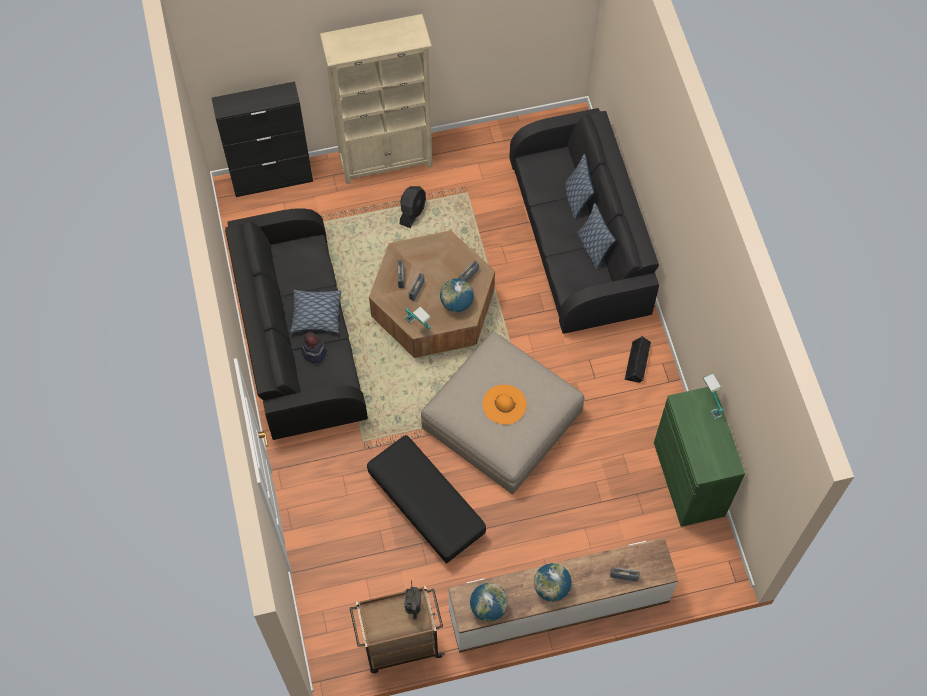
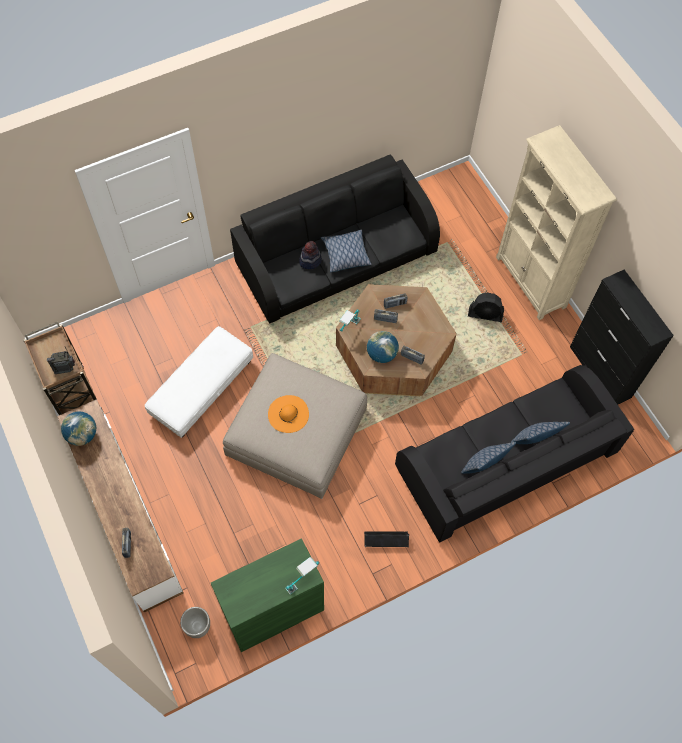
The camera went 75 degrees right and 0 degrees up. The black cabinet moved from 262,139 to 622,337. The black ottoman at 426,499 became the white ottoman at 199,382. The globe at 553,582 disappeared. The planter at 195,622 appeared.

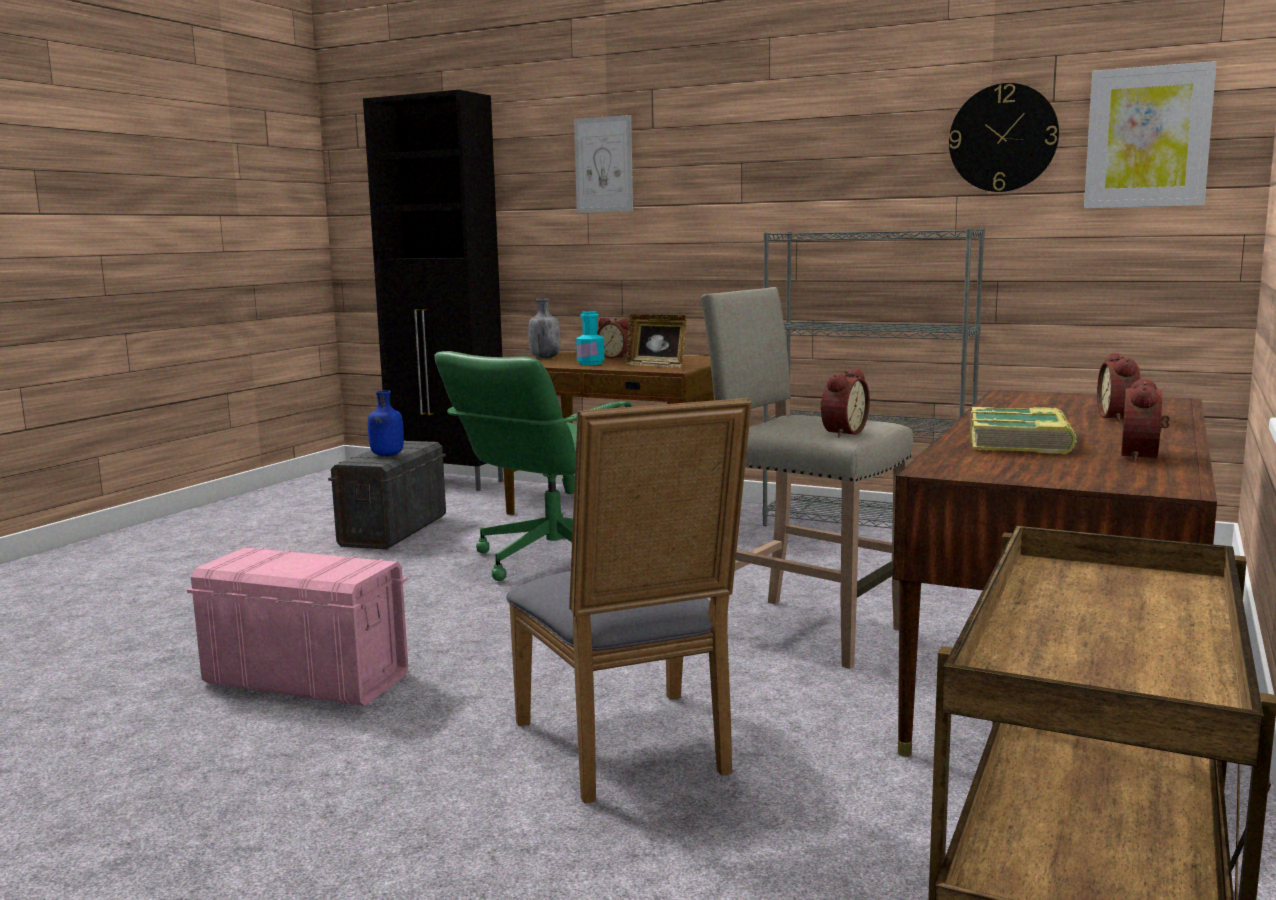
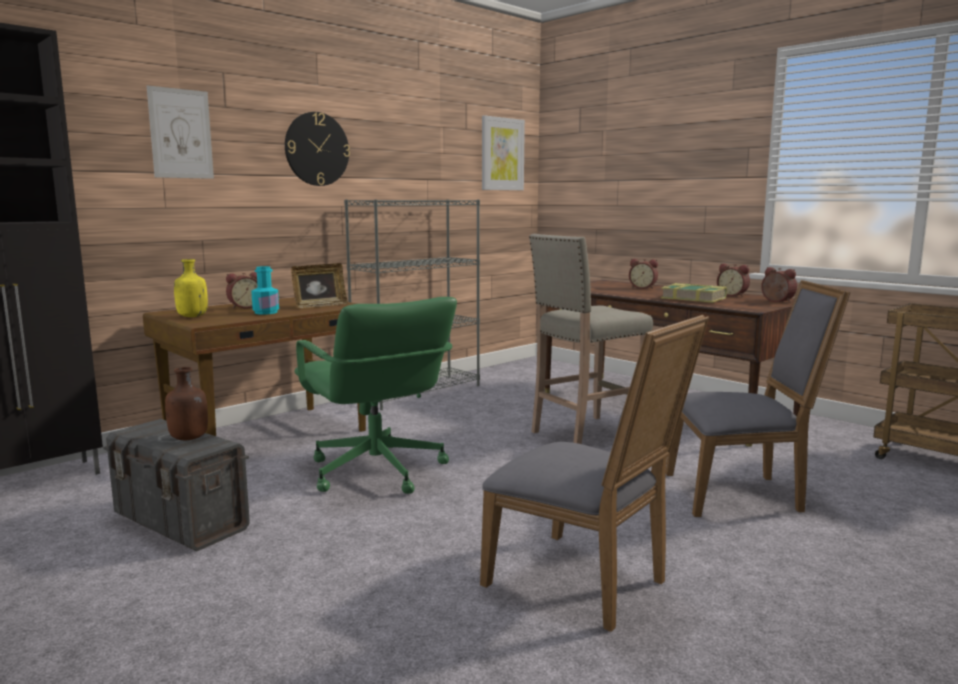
The camera went 70 degrees left and 0 degrees up. The pink storage box at 297,627 was replaced by the grey chair at 594,473. The blue bottle at 386,423 became the brown bottle at 186,403. The grey bottle at 544,328 became the yellow bottle at 191,288. The alarm clock moved from 845,402 to 779,285. The wall clock moved from 1004,137 to 317,149.

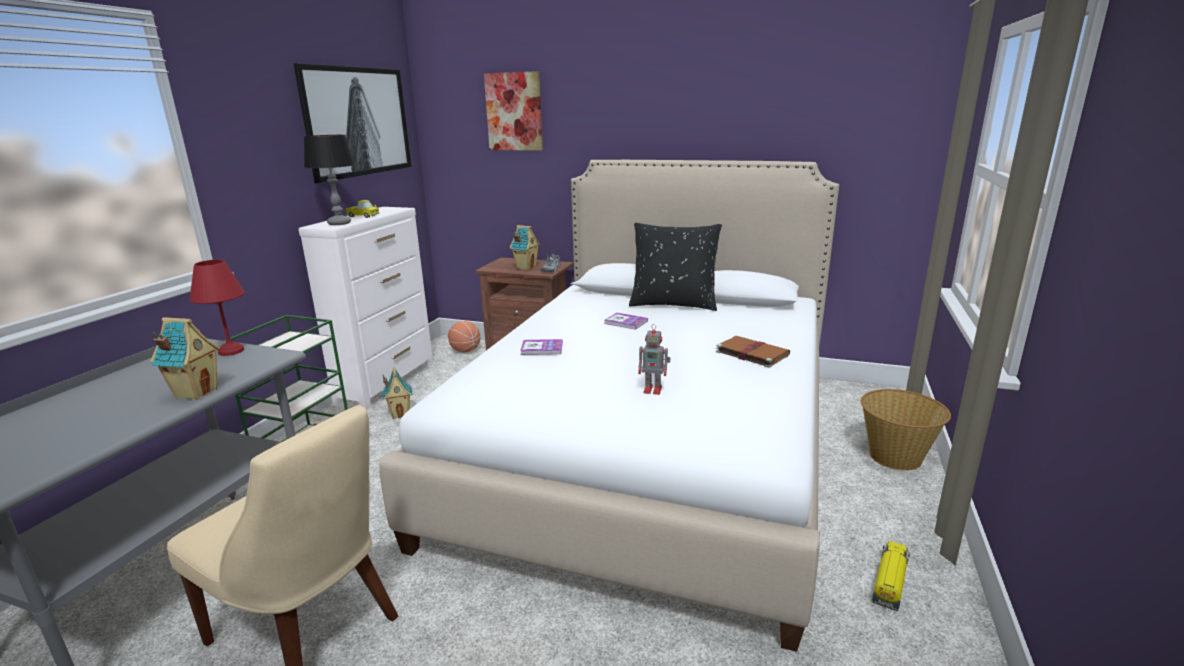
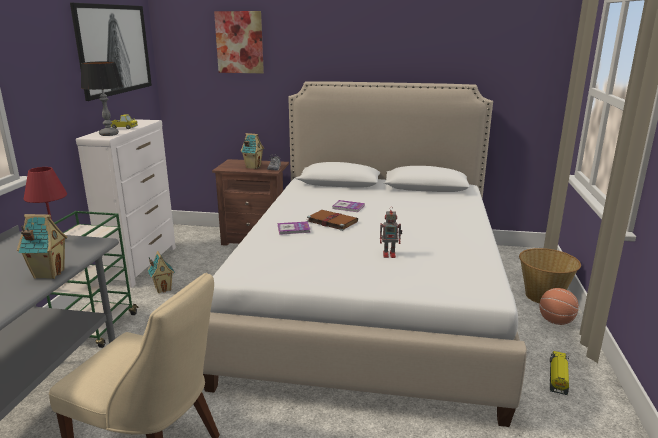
The camera went 10 degrees left and 0 degrees up. The basketball moved from 464,337 to 559,306. The black pillow at 675,267 disappeared. The brown book moved from 752,352 to 332,220.

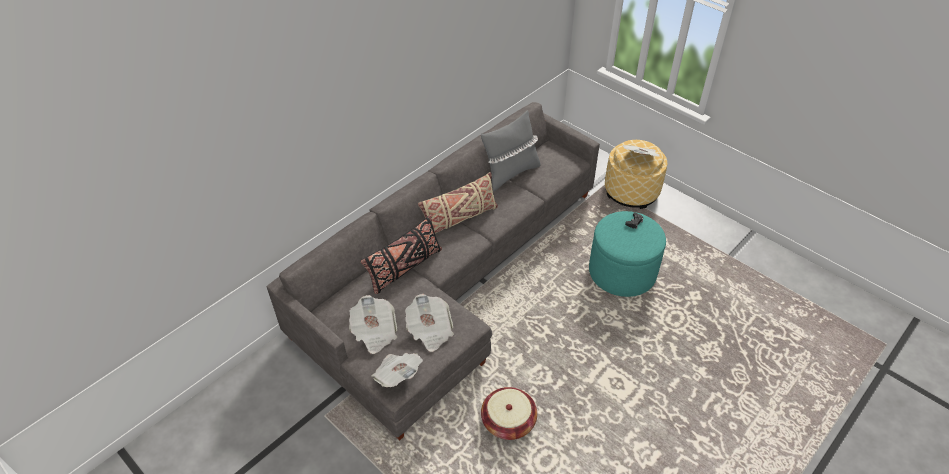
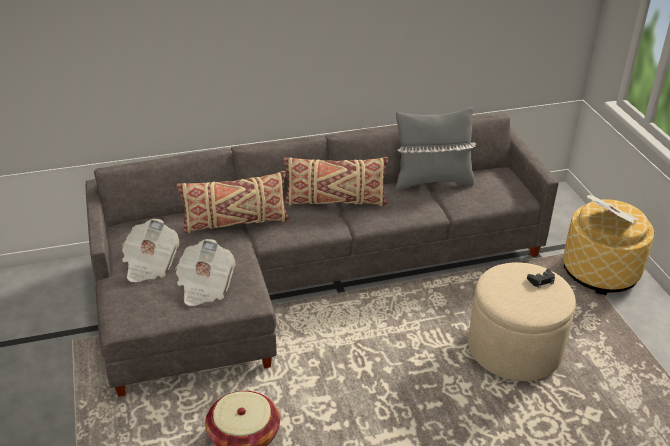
The camera went 30 degrees right and 10 degrees down. The black pillow at 401,254 became the beige pillow at 233,202. The newspaper at 397,370 disappeared. The turquoise ottoman at 627,254 became the beige ottoman at 522,321.

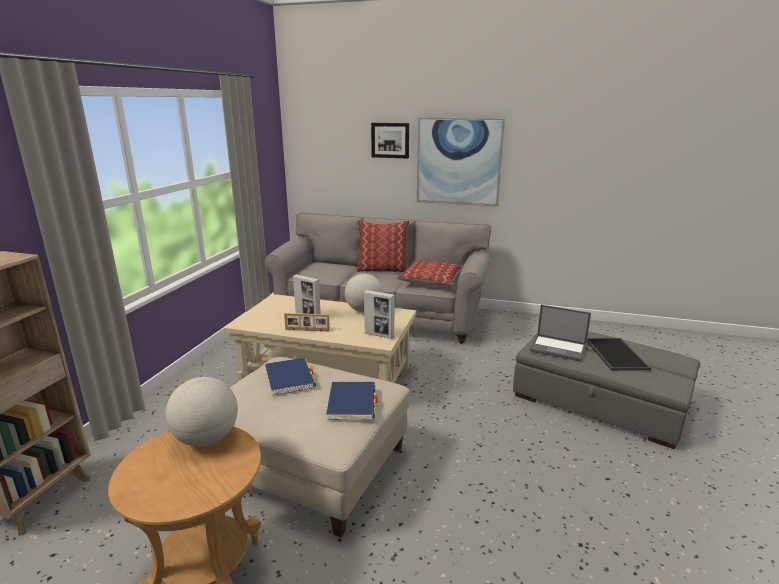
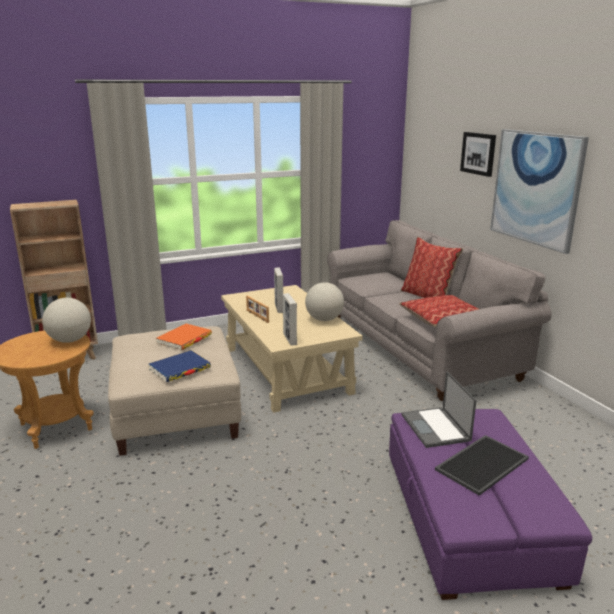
The camera went 50 degrees right and 0 degrees up. The blue book at 290,377 became the orange book at 184,337. The grey ottoman at 606,390 became the purple ottoman at 490,504.

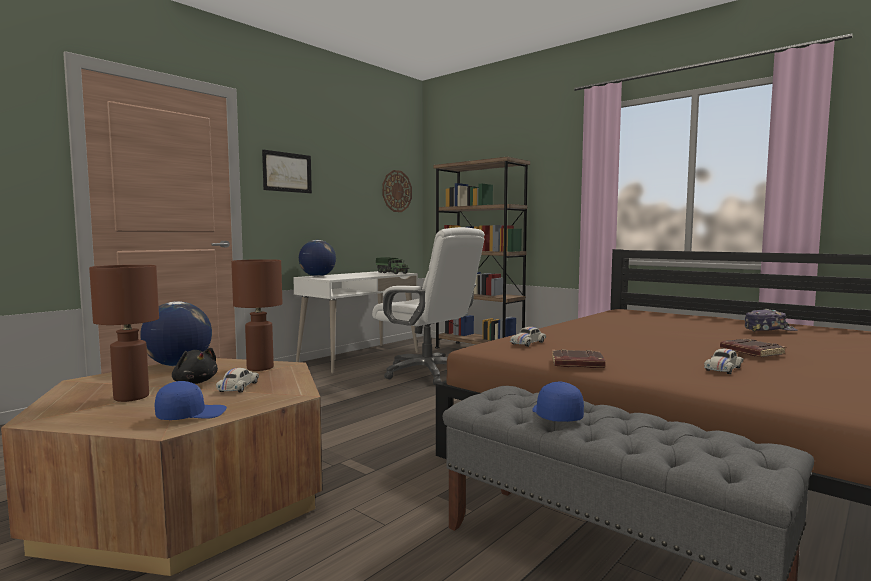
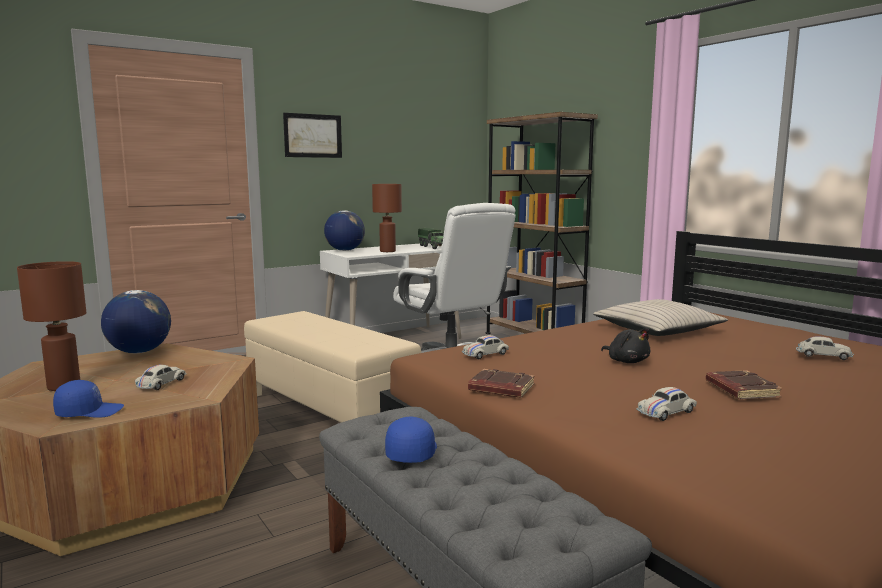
The camera went 15 degrees right and 5 degrees up. The black plush toy moved from 195,366 to 626,345. The brown table lamp moved from 256,315 to 387,218. The wall clock at 397,191 disappeared. The cap at 771,320 was replaced by the white toy car at 825,348. The beige ottoman at 332,367 appeared. The beige pillow at 660,317 appeared.

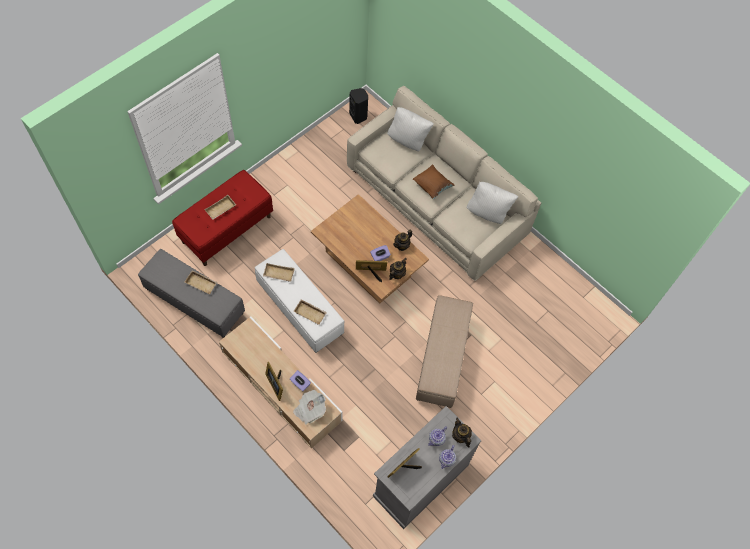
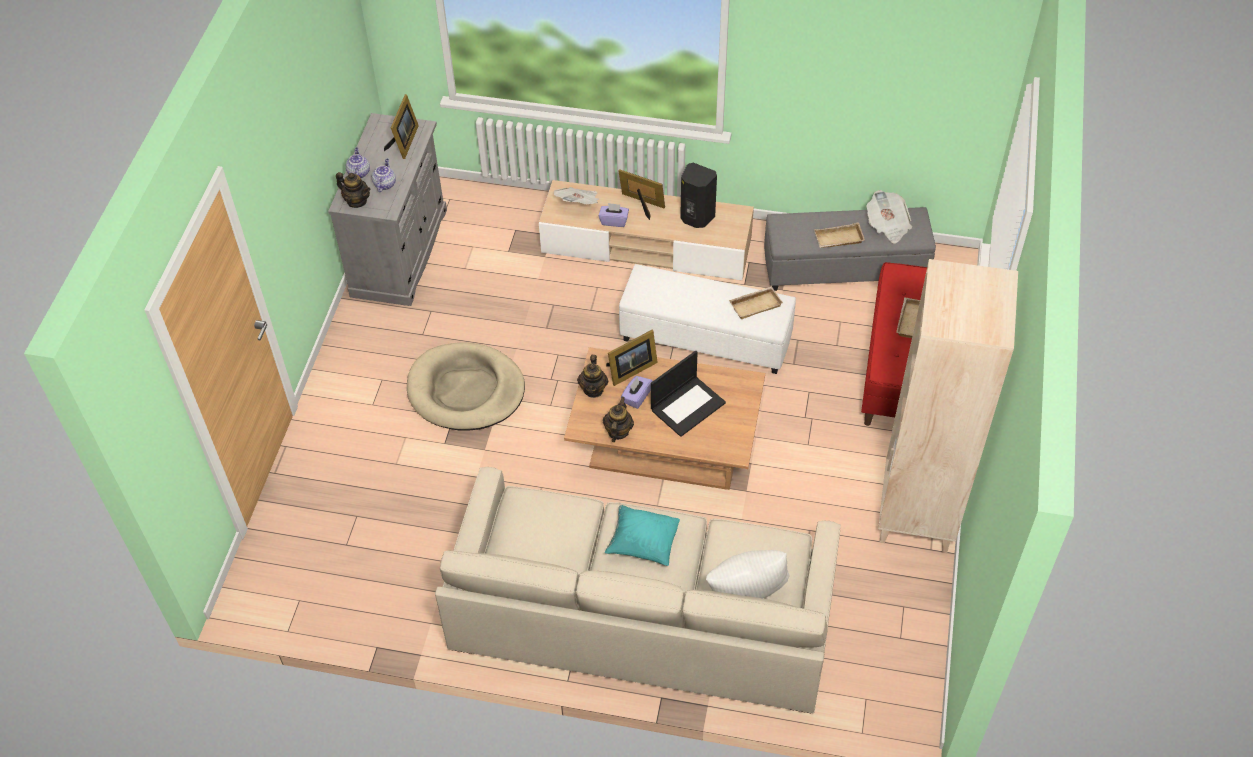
The camera went 150 degrees right and 10 degrees down. The beige tray at 310,312 disappeared. The black speaker moved from 358,106 to 698,195. The brown pillow at 434,181 became the turquoise pillow at 642,535. The beige ottoman at 444,351 was replaced by the beige dog bed at 466,386. The white pillow at 492,203 disappeared. The laptop at 688,393 appeared. The newspaper at 889,217 appeared. The beige bookcase at 948,406 appeared.

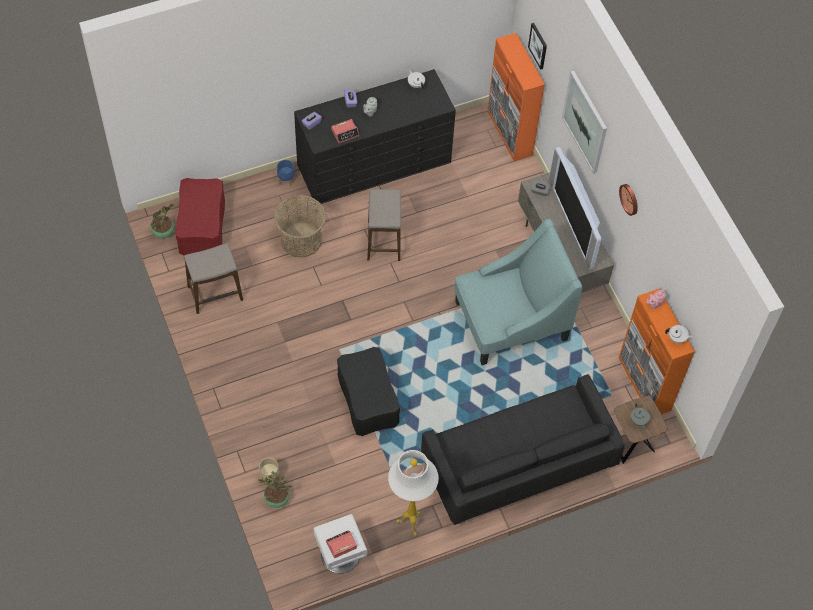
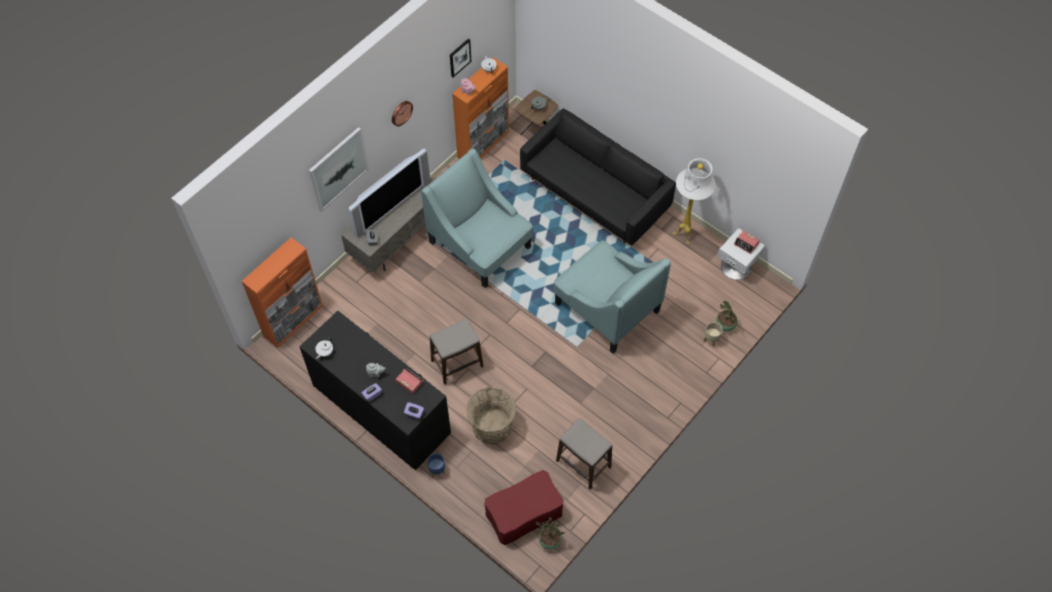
The camera went 115 degrees left and 0 degrees up. The black ottoman at 368,391 was replaced by the turquoise armchair at 612,297. The picture moved from 537,46 to 460,57.

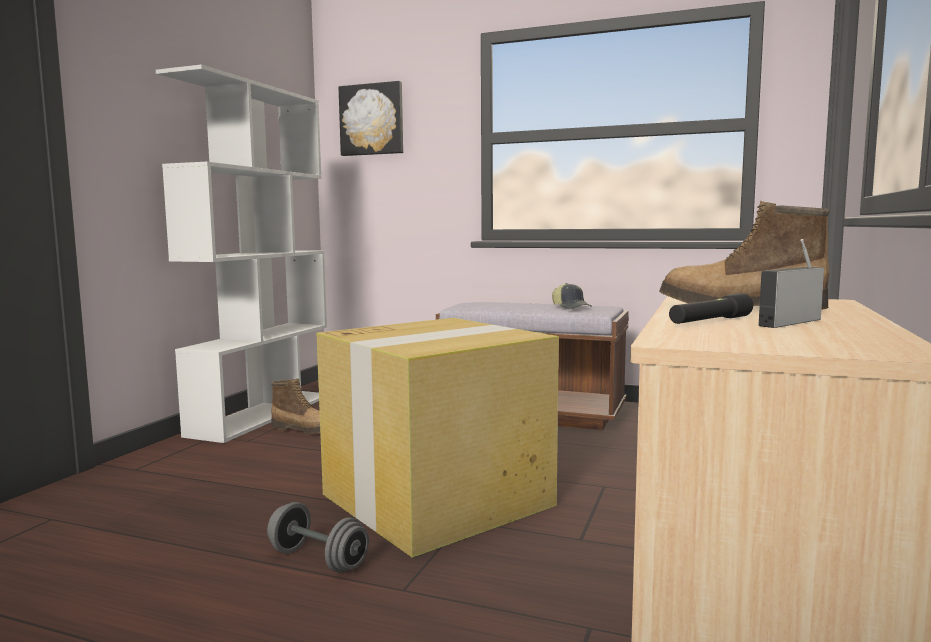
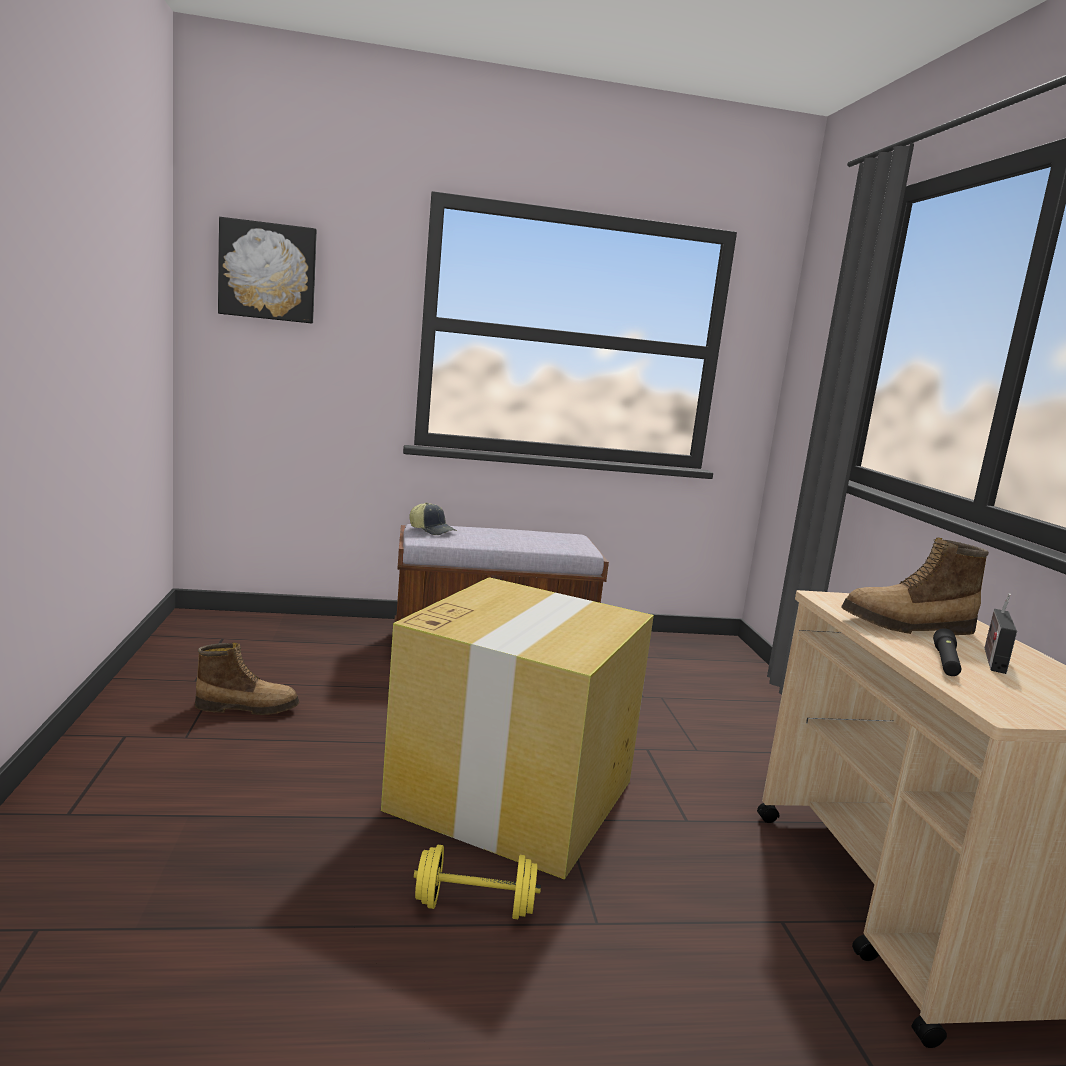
The camera went 30 degrees left and 5 degrees up. The white bookcase at 241,254 disappeared. The grey dumbbell at 318,537 became the yellow dumbbell at 477,882. The cap moved from 572,296 to 433,518.

